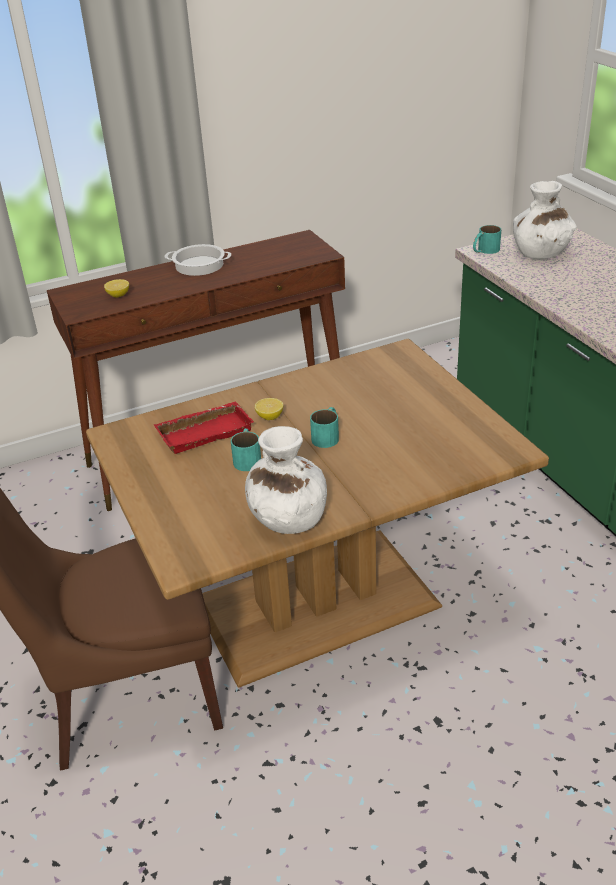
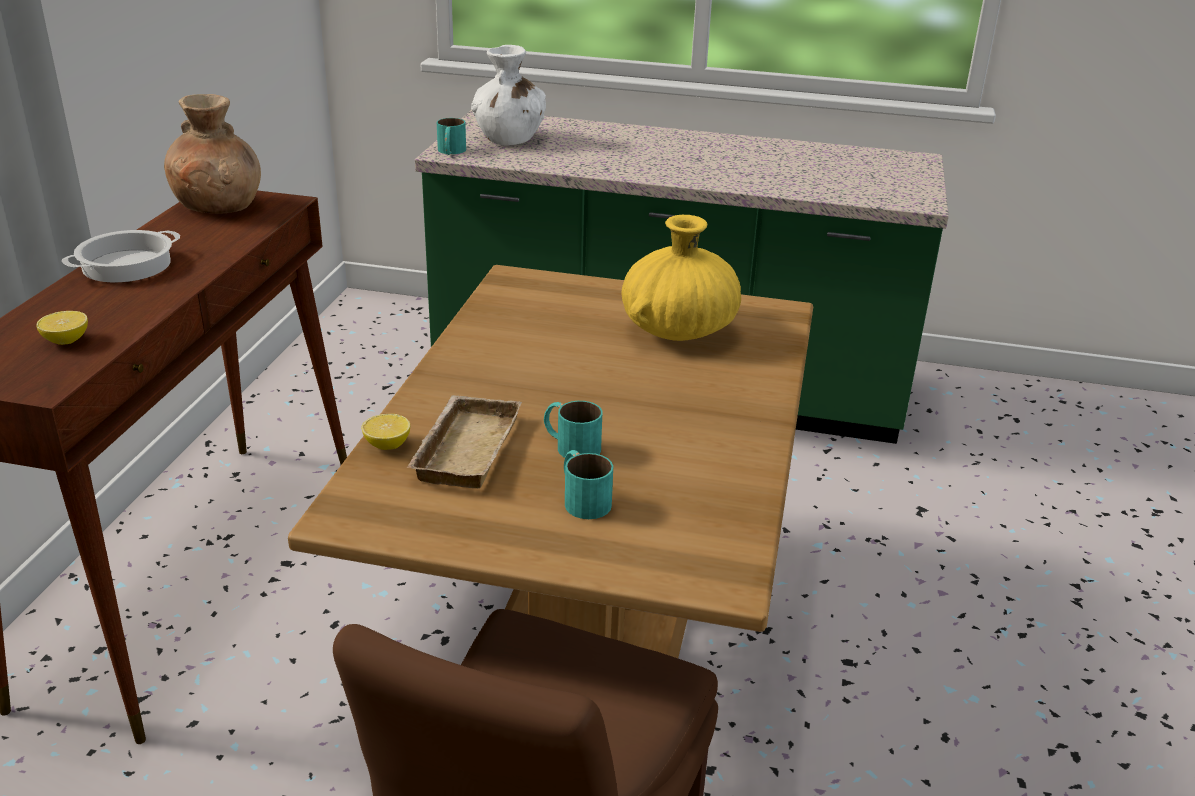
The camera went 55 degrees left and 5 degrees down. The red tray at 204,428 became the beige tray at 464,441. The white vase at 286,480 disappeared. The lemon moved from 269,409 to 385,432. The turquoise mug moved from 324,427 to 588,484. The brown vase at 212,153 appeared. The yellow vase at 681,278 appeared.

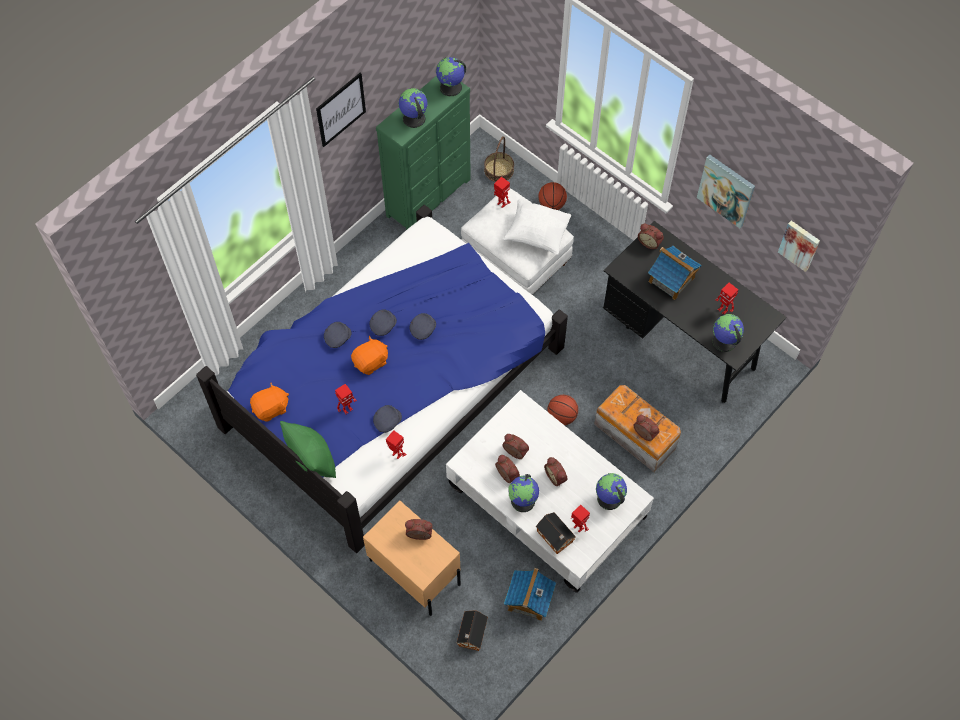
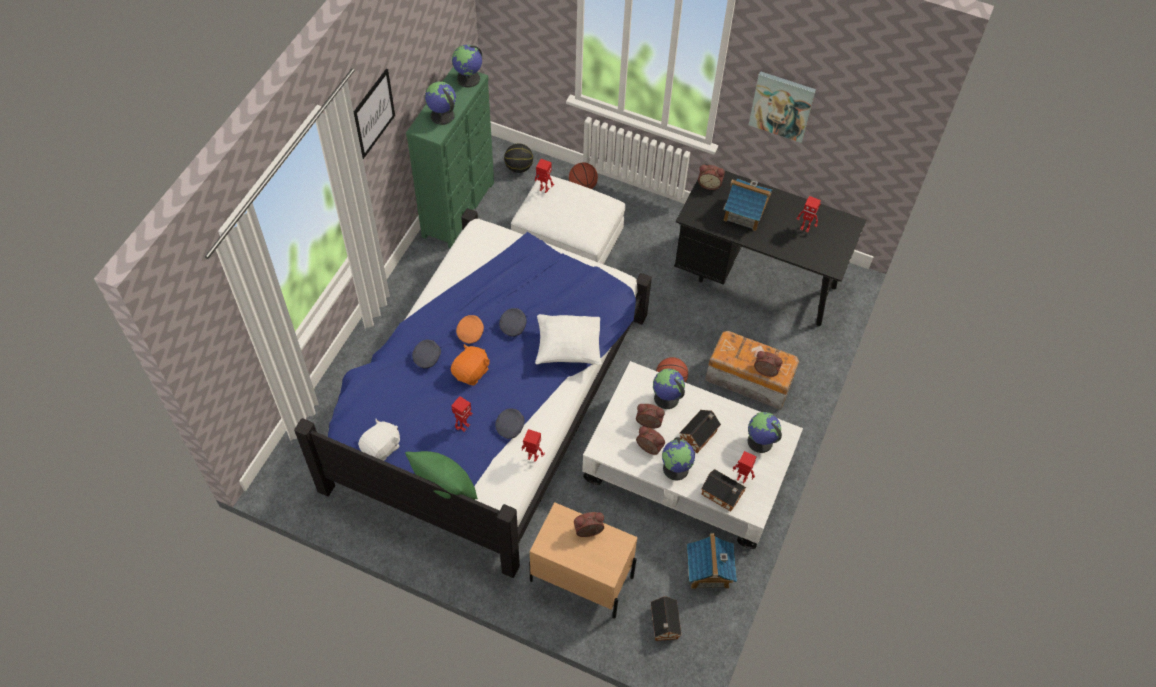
The camera went 20 degrees left and 5 degrees down. The orange plush toy at 269,402 became the white plush toy at 379,440. The grey cap at 383,323 became the orange cap at 470,329. The basket at 499,159 was replaced by the basketball at 518,158. The white pillow moved from 537,227 to 568,339. The alarm clock at 555,471 was replaced by the toy house at 700,431. The globe moved from 728,333 to 669,388. The picture at 799,246 disappeared.

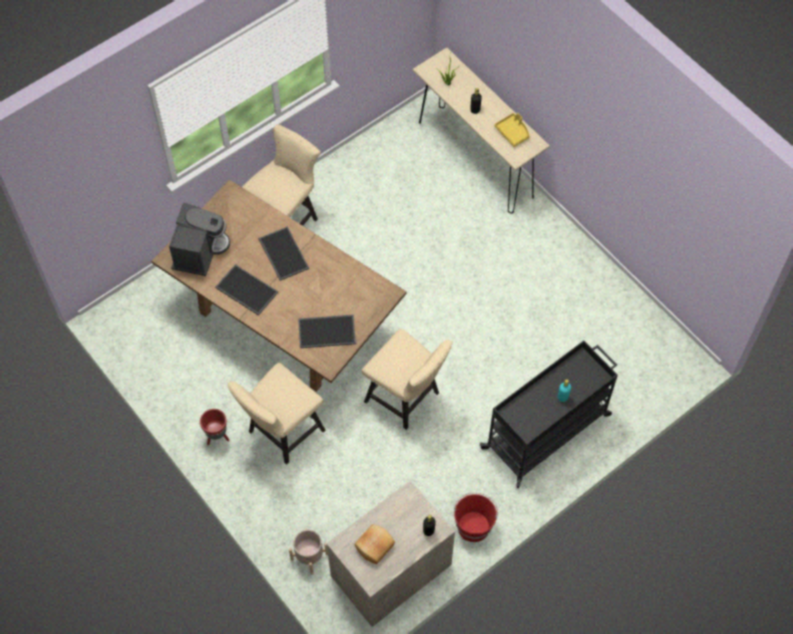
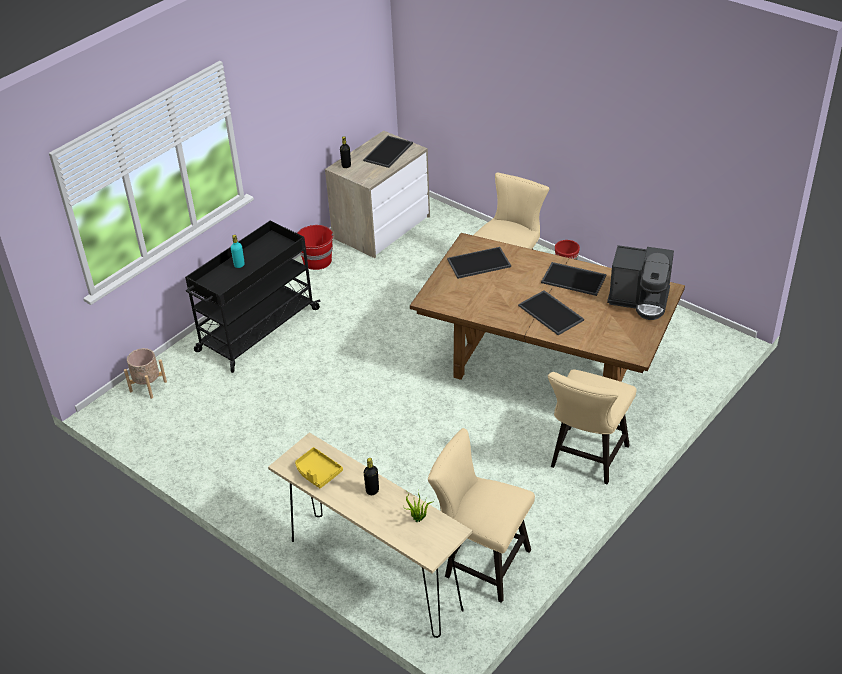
The camera went 170 degrees right and 20 degrees down. The coffee machine at 199,239 turned 75 degrees counterclockwise. The beige planter moved from 308,551 to 145,373. The bread at 374,544 was replaced by the tray at 388,152. The beige chair moved from 407,379 to 481,515.

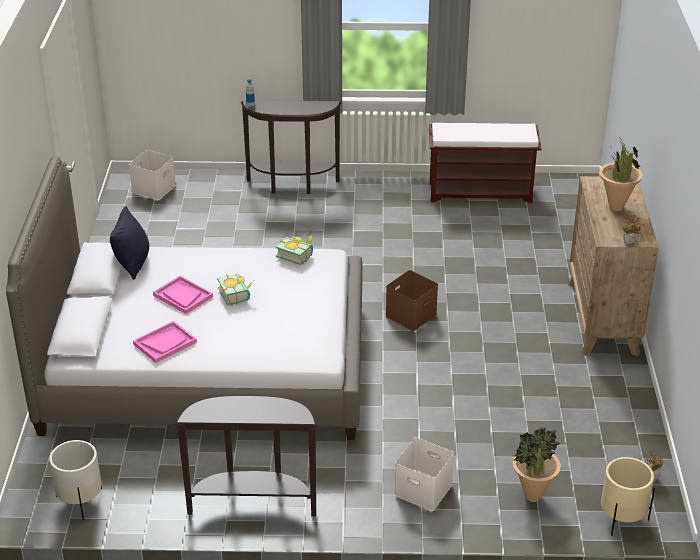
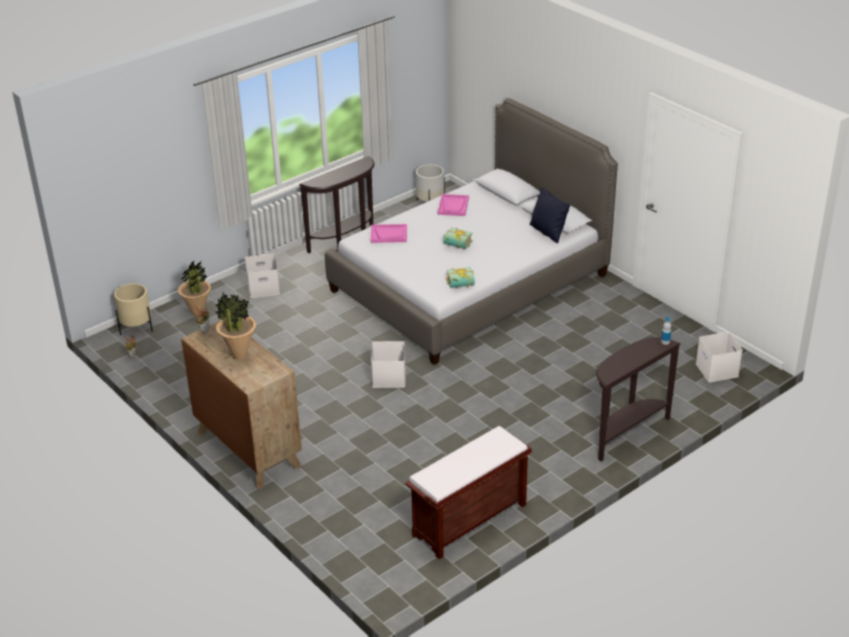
The camera went 140 degrees right and 0 degrees up. The pink tray moved from 183,295 to 388,233. The brown storage box at 412,300 became the white storage box at 388,364.

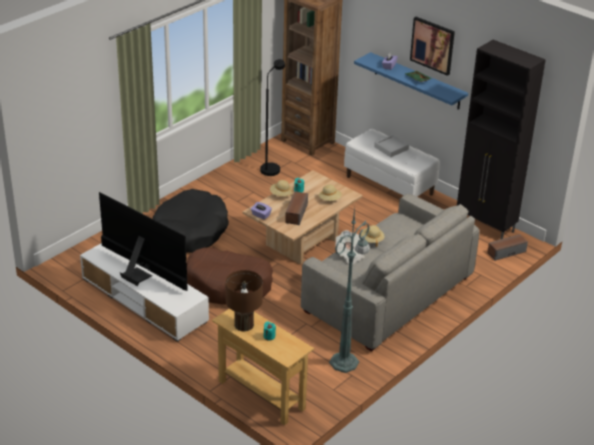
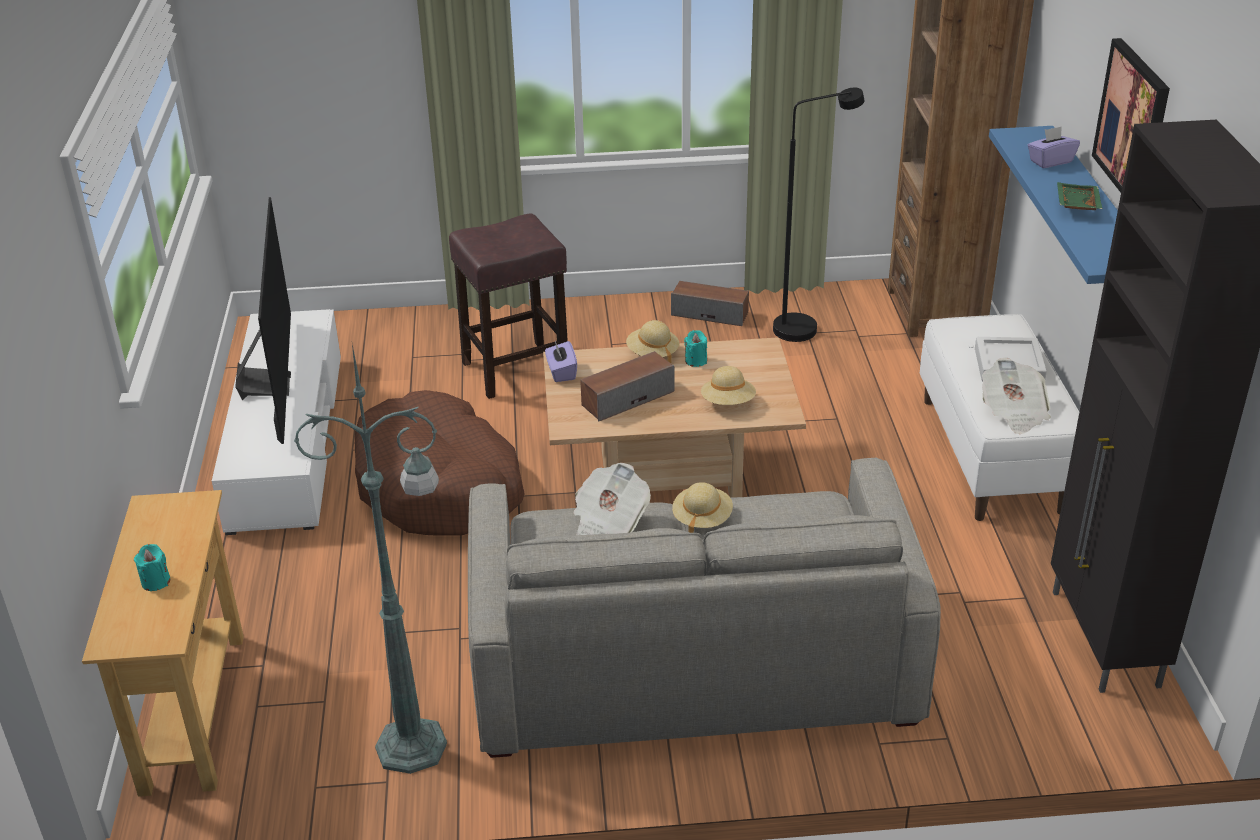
The camera went 45 degrees right and 0 degrees up. The black dog bed at 190,221 was replaced by the brown stool at 508,306. The brown table lamp at 244,300 disappeared. The speaker moved from 507,247 to 710,303. The newspaper at 1016,396 appeared.

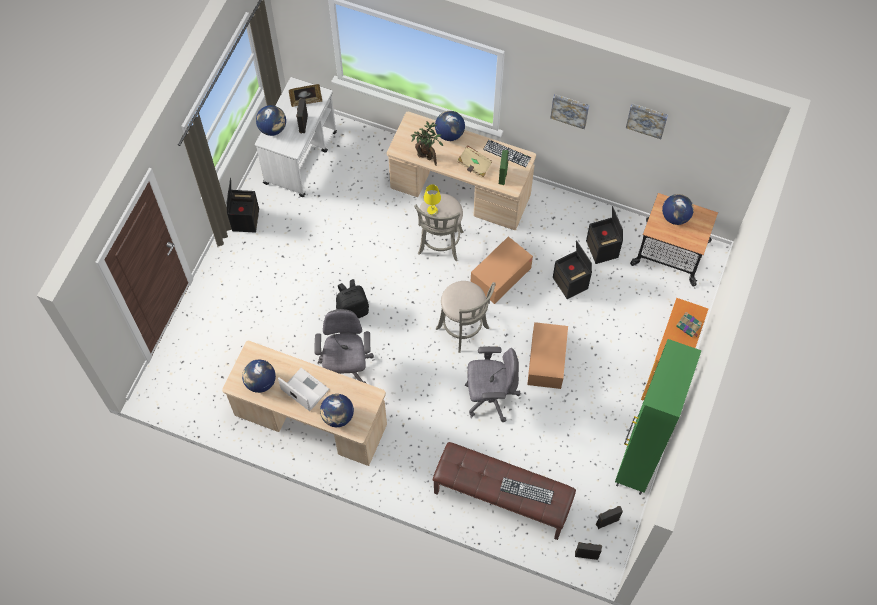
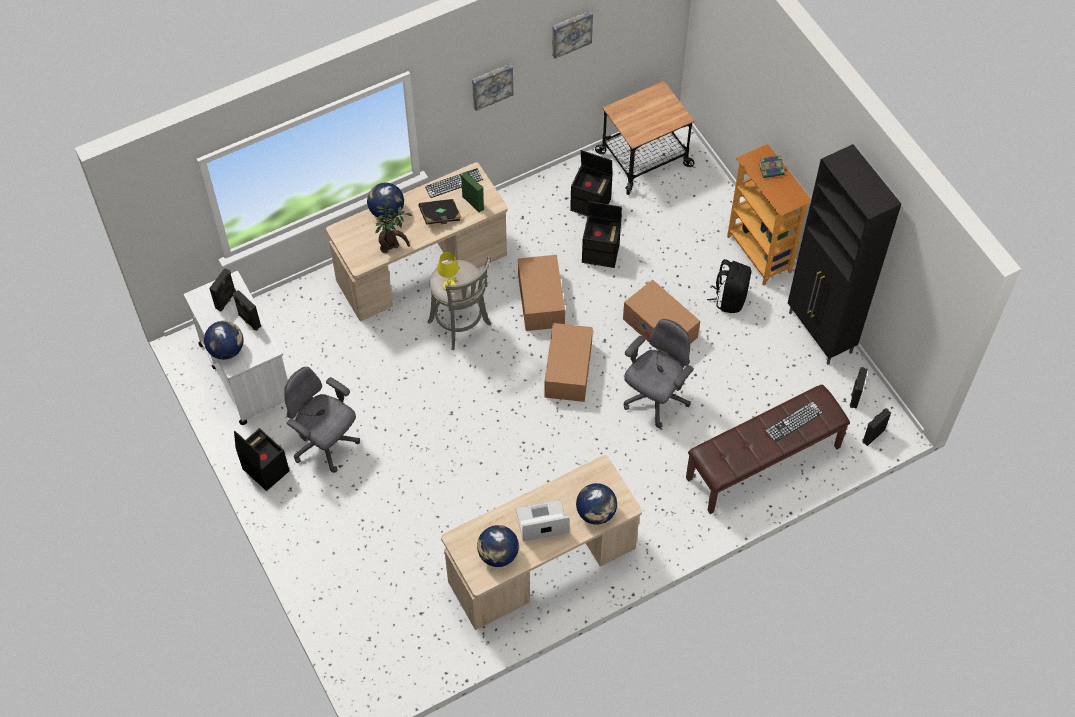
The camera went 50 degrees left and 5 degrees down. The picture frame at 305,95 was replaced by the black speaker at 222,290. The grey office chair moved from 344,346 to 322,420. The black backpack moved from 352,298 to 729,286. The grey stool at 465,317 was replaced by the cardboard box at 568,362. The beige book at 475,161 became the black book at 439,212. The green cabinet at 658,417 became the black cabinet at 844,254. The globe at 678,209 disappeared.

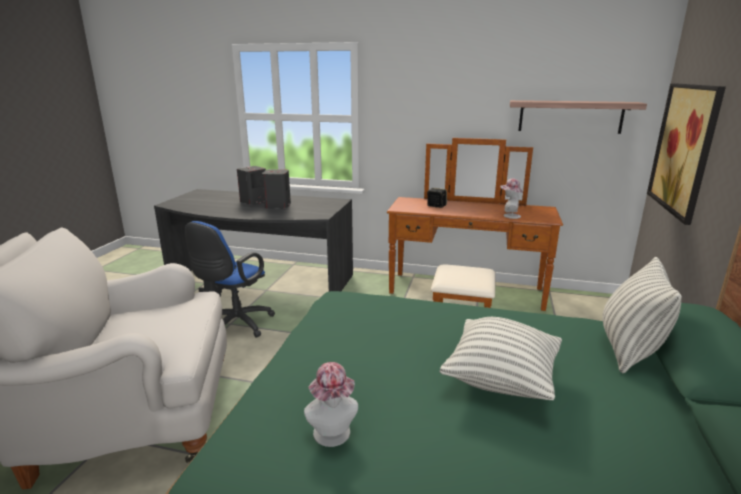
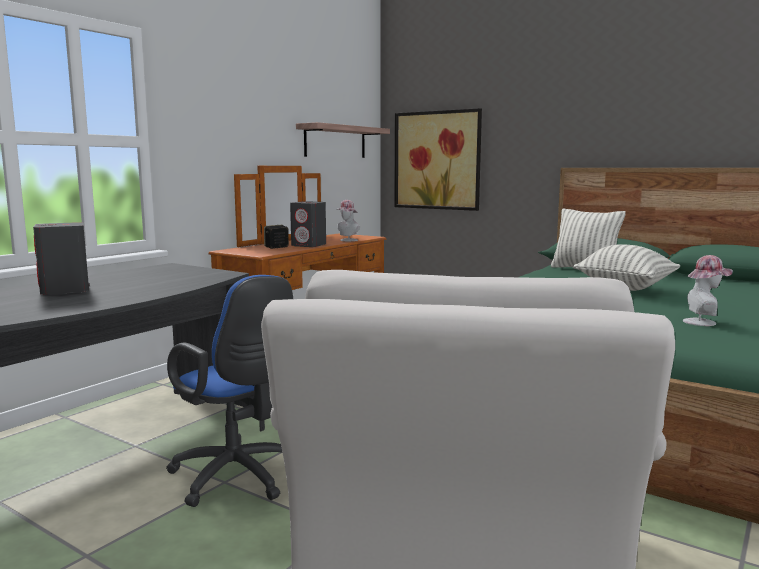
The camera went 70 degrees left and 10 degrees down. The grey speaker moved from 276,189 to 308,224.

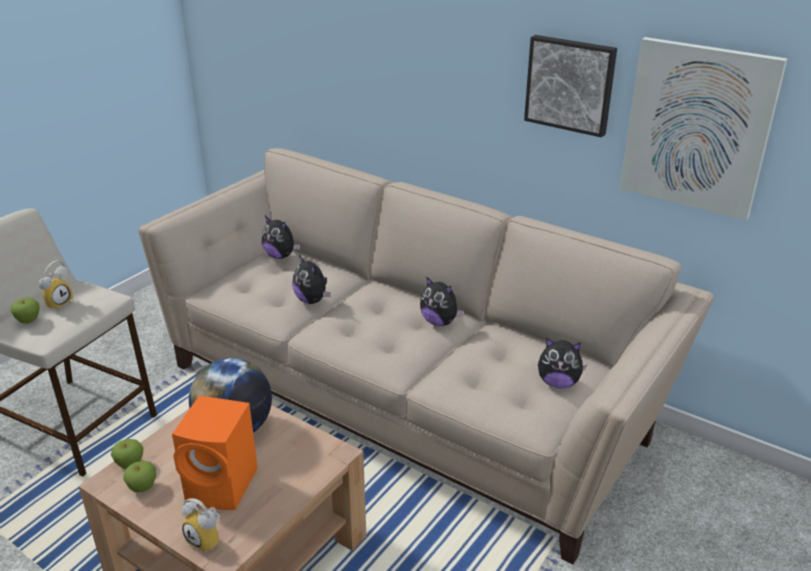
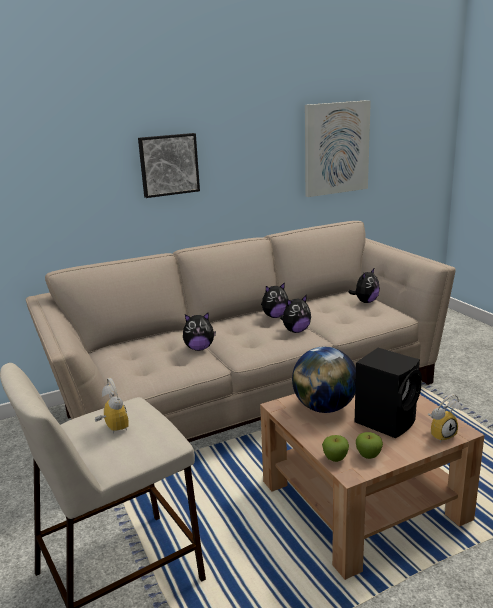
The camera went 60 degrees left and 10 degrees down. The apple at 25,311 disappeared. The orange speaker at 215,452 became the black speaker at 388,393. The plush toy moved from 281,237 to 295,314. The picture moved from 570,86 to 169,165.

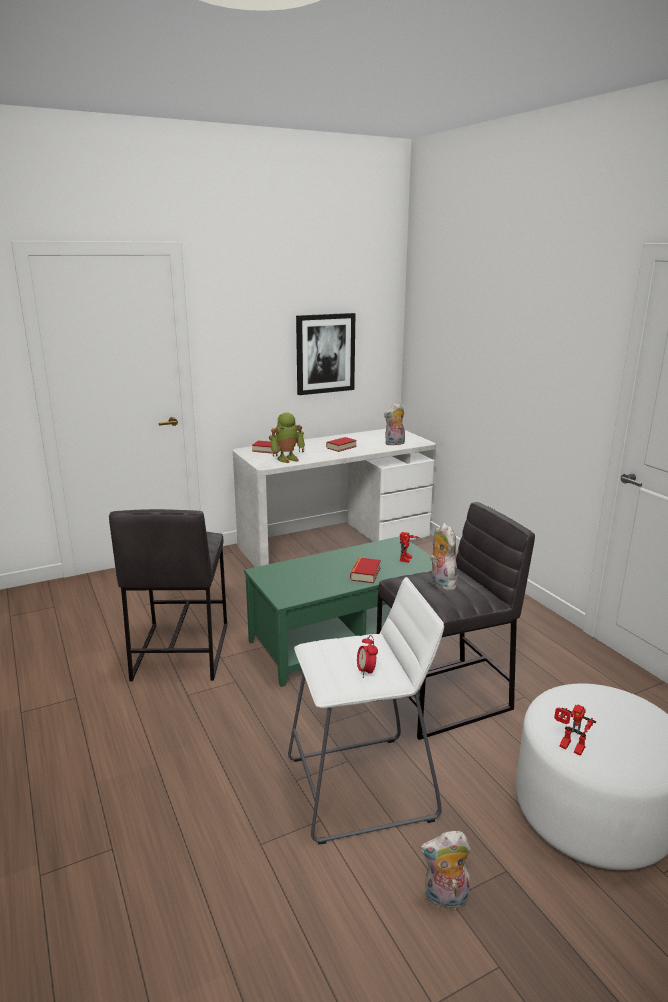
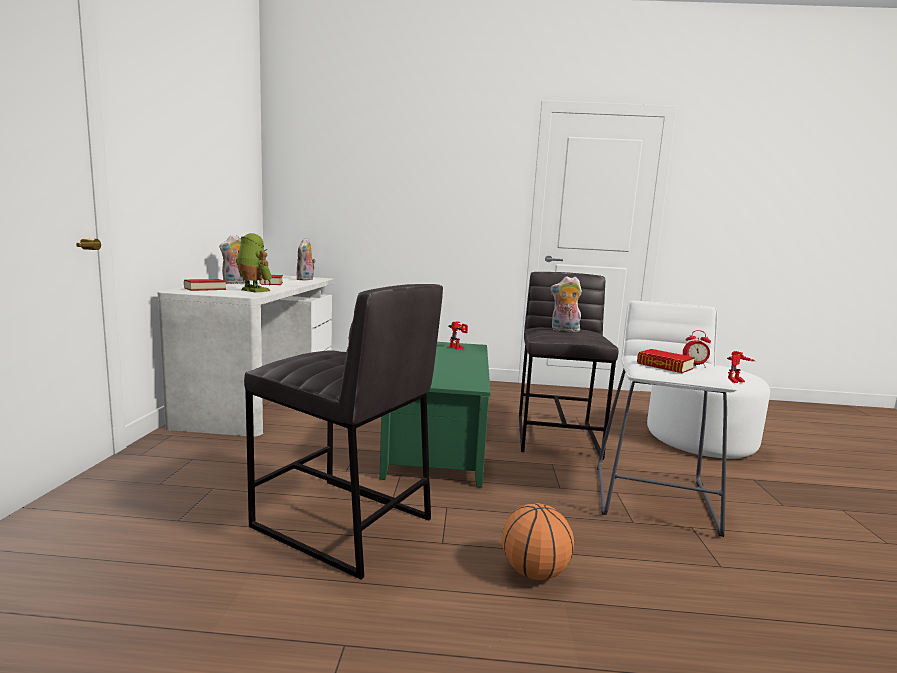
The camera went 60 degrees left and 10 degrees down. The toy robot at 287,438 turned 60 degrees counterclockwise. The picture at 326,354 disappeared. The book moved from 365,570 to 666,361. The plush toy moved from 445,870 to 232,259. The basketball at 538,541 appeared.

